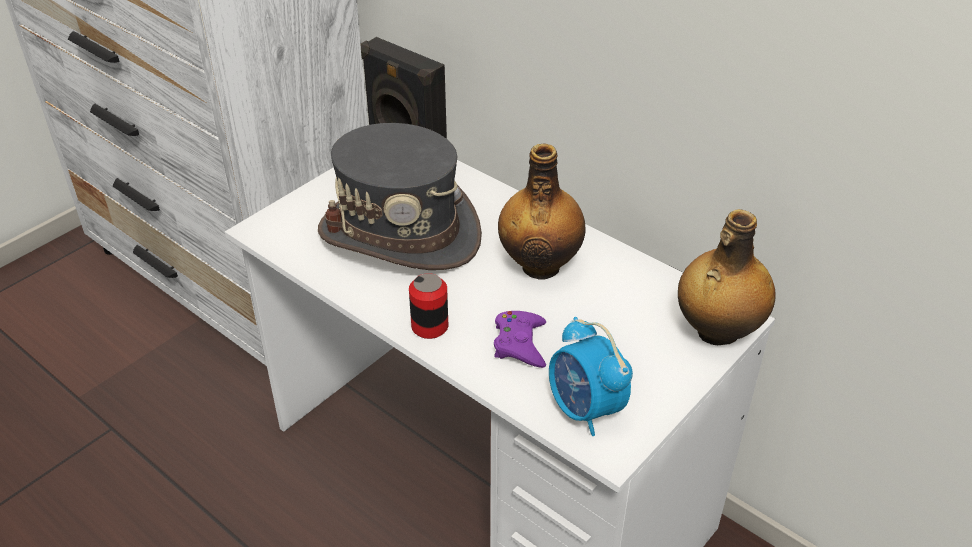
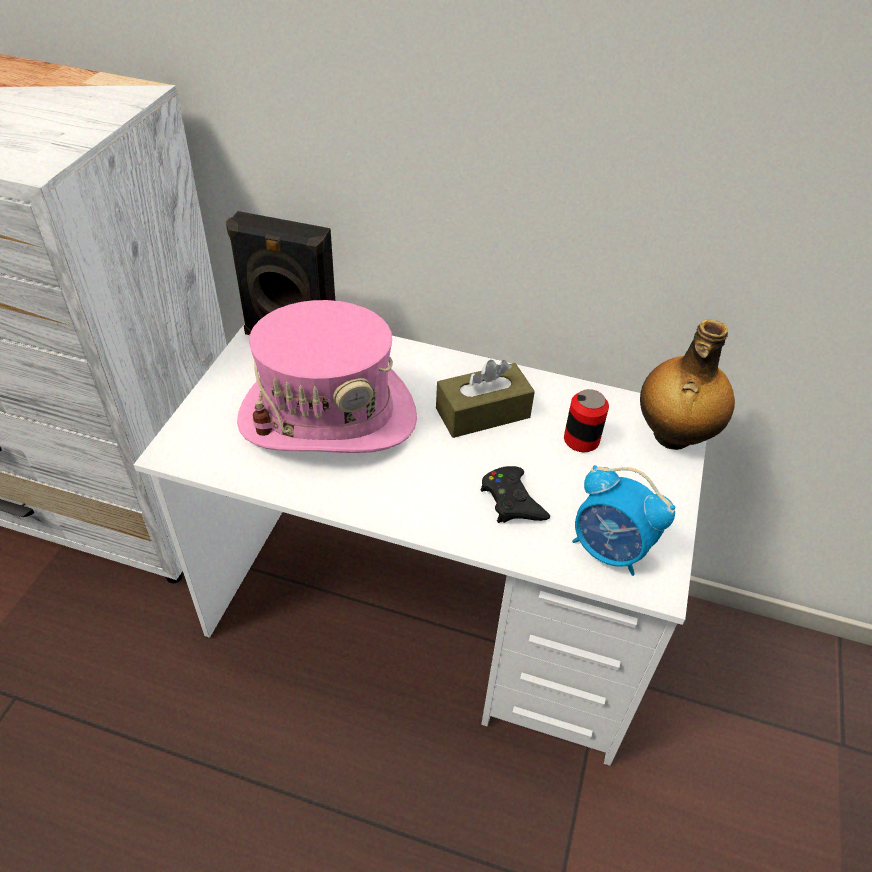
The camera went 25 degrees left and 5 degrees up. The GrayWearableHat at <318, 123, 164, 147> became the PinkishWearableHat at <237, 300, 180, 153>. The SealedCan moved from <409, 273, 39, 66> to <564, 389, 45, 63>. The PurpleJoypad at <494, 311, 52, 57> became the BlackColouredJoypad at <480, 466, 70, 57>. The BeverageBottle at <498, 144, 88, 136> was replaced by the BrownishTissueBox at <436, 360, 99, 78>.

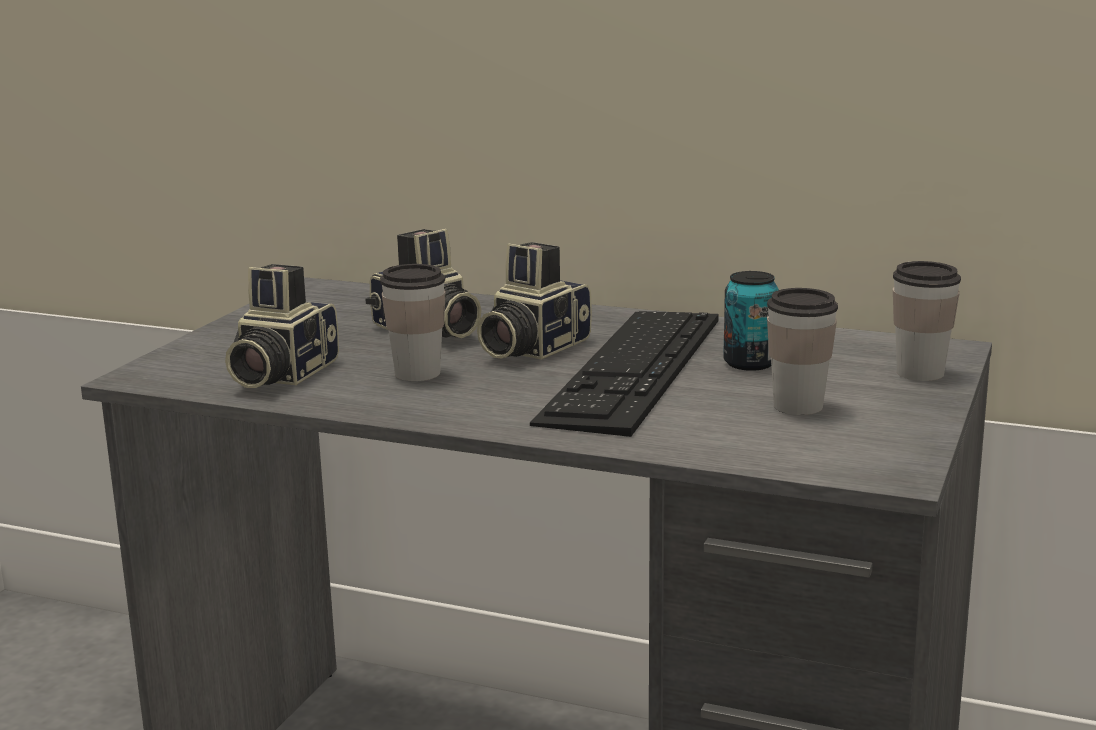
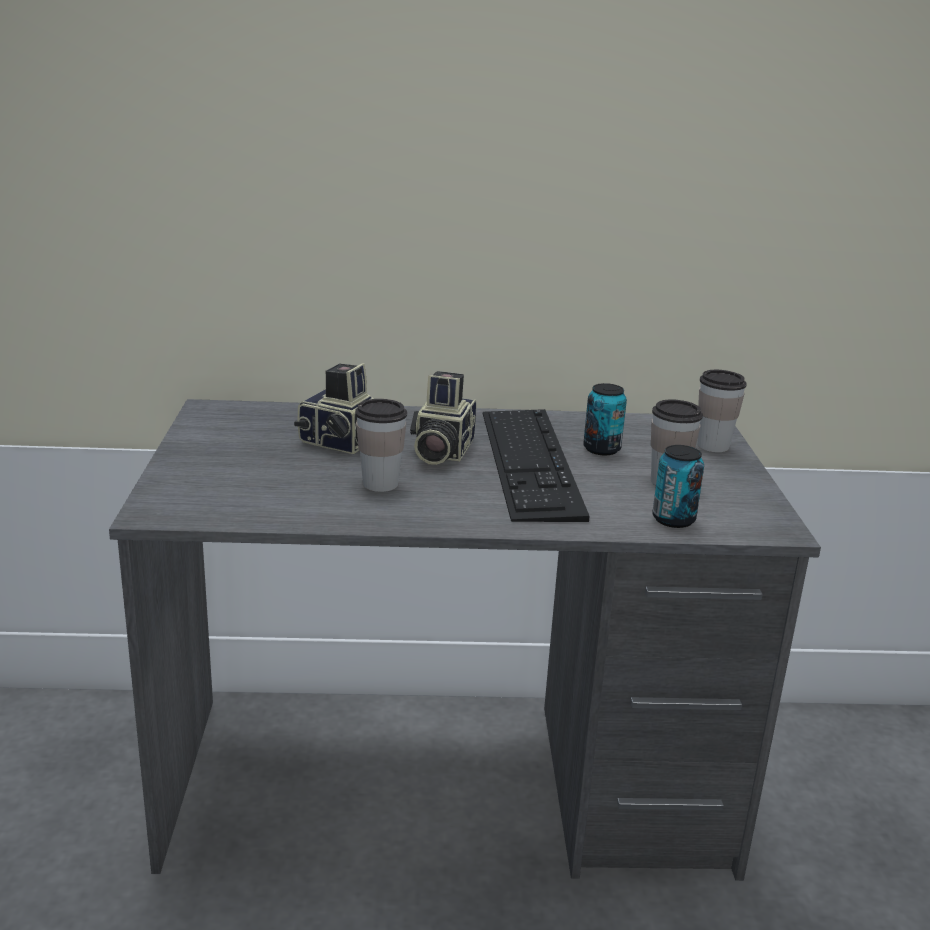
The camera went 25 degrees left and 5 degrees up. The PhotoCamera at <225, 264, 114, 124> disappeared. The SealedCan at <652, 445, 52, 83> appeared.

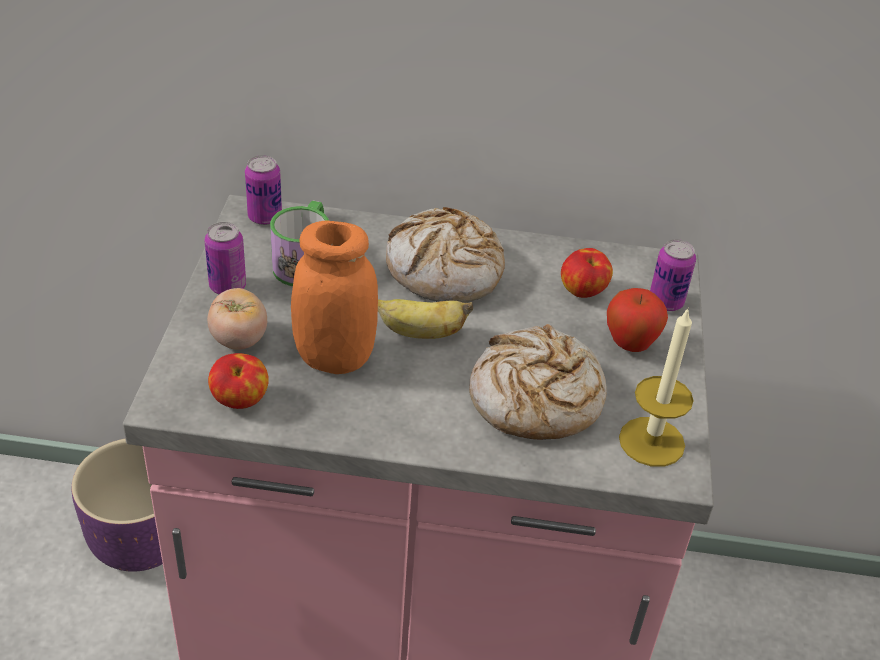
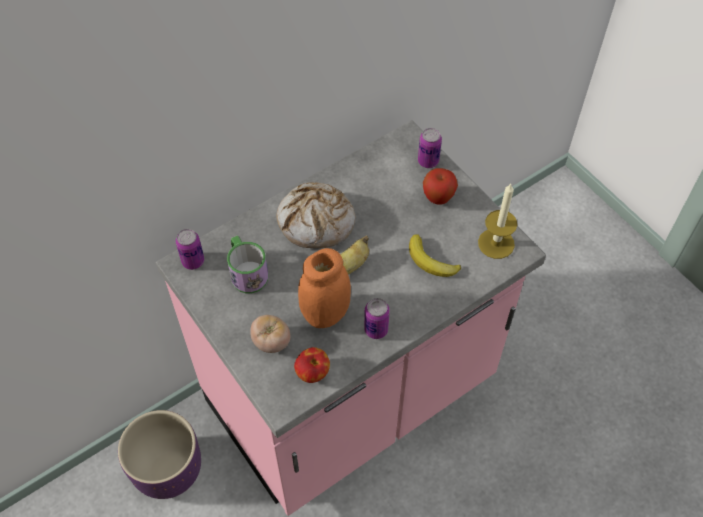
The camera went 40 degrees left and 15 degrees up. The SealedCan moved from <205, 222, 41, 72> to <364, 298, 26, 41>. The Bread at <469, 324, 137, 116> was replaced by the WholeBanana at <409, 235, 52, 42>. The Apple at <561, 248, 52, 50> disappeared.

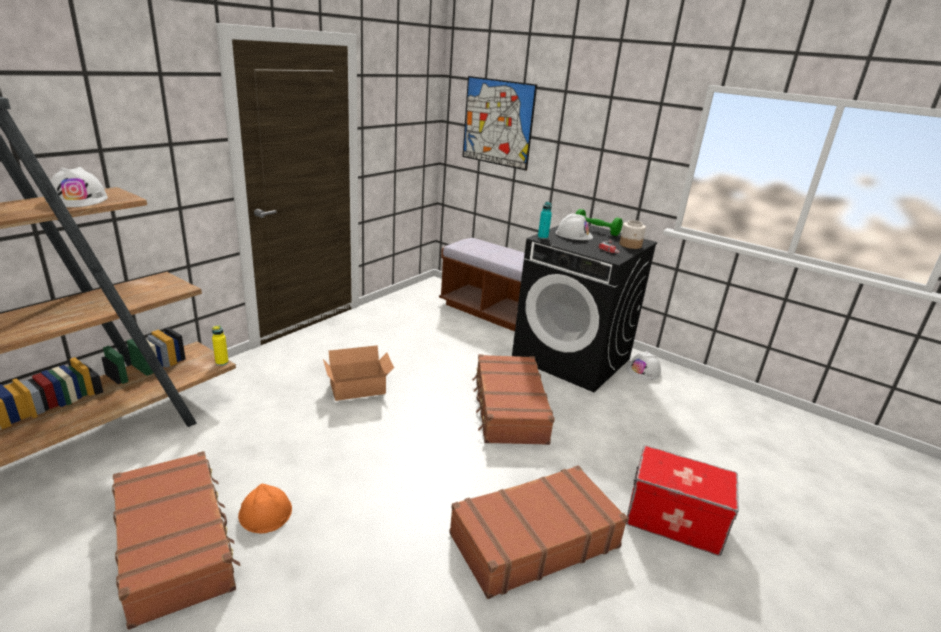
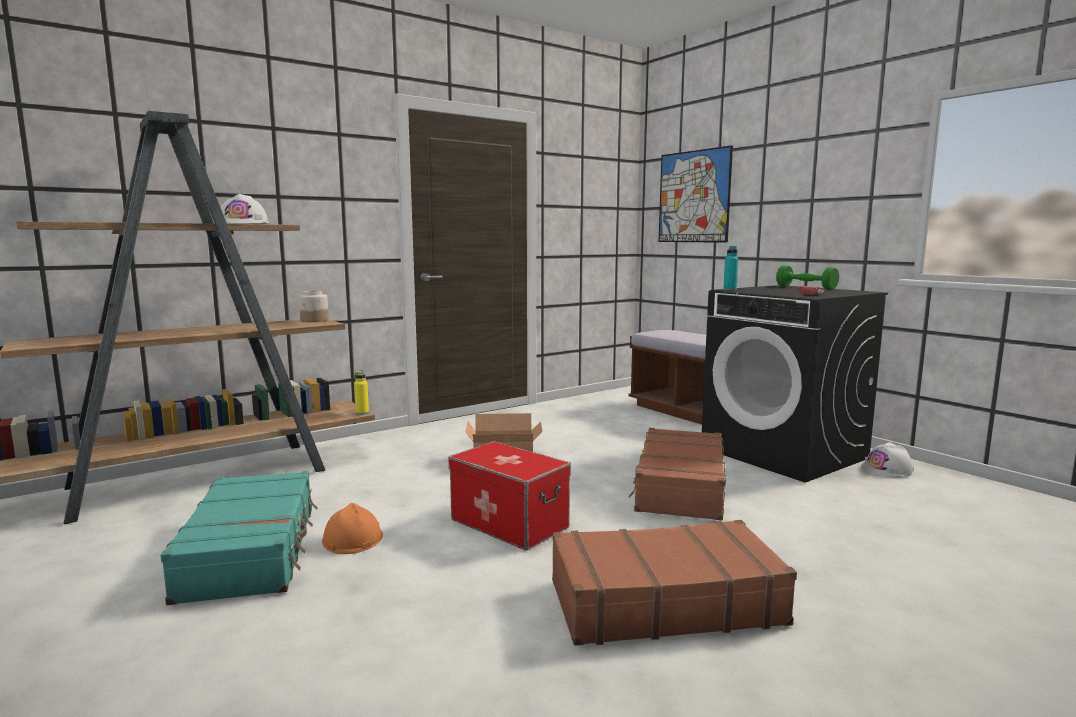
The camera went 20 degrees right and 15 degrees down. The BrownishTravelCase at <112, 451, 129, 179> became the TurquoiseColouredTravelCase at <160, 471, 158, 134>. The WhiteColouredHardHat at <556, 213, 37, 27> disappeared. The Jar moved from <620, 220, 26, 29> to <299, 291, 30, 31>. The StorageBox moved from <626, 445, 113, 111> to <448, 441, 123, 109>.

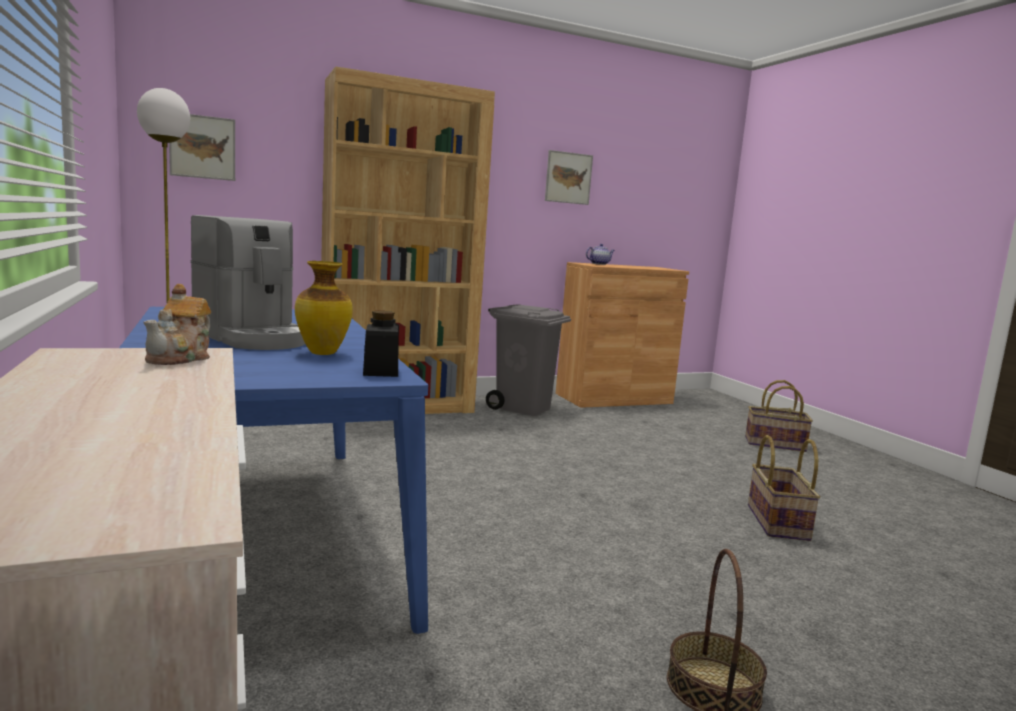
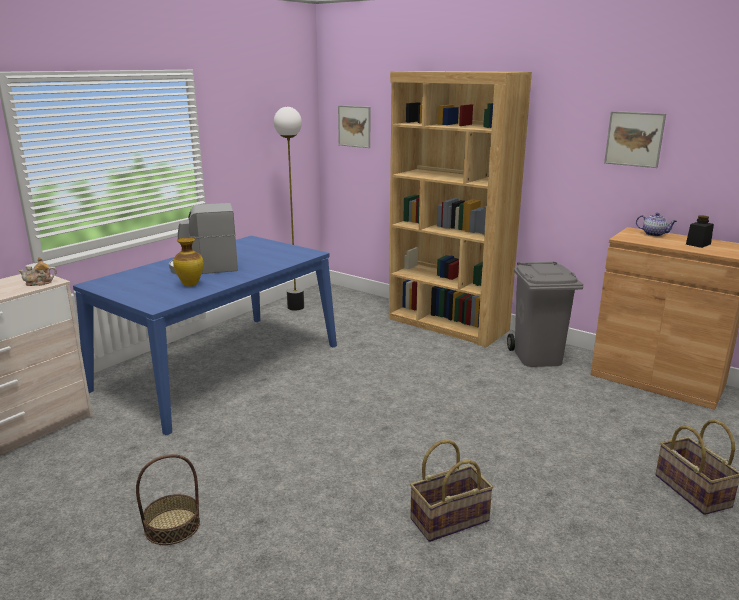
The camera went 60 degrees right and 10 degrees up. The CoffeeMaker at <190, 215, 115, 135> turned 60 degrees clockwise. The BlackColouredJar moved from <363, 311, 36, 66> to <686, 215, 28, 33>.

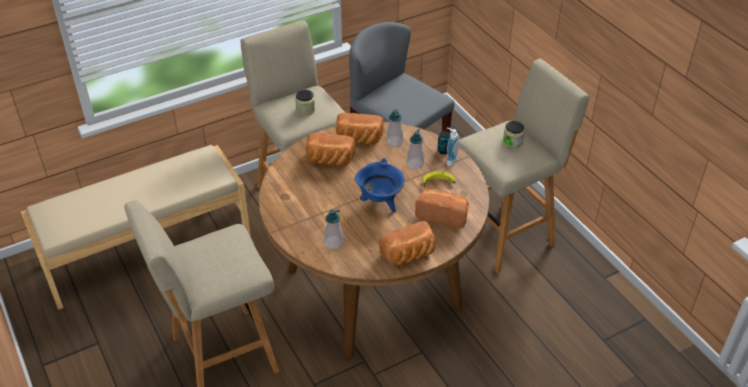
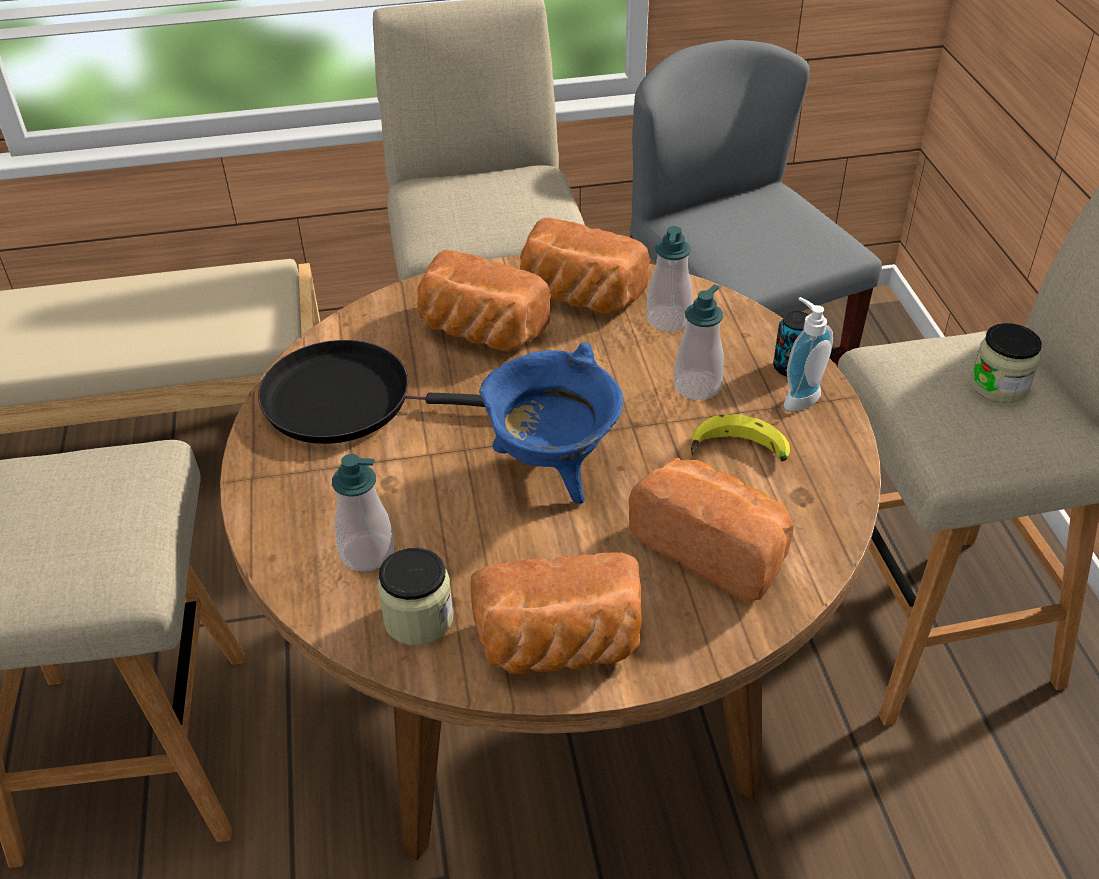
The camera went 20 degrees right and 0 degrees up. The Jar moved from <295, 90, 20, 26> to <378, 548, 75, 97>. The BlackColouredPan at <258, 340, 227, 104> appeared.

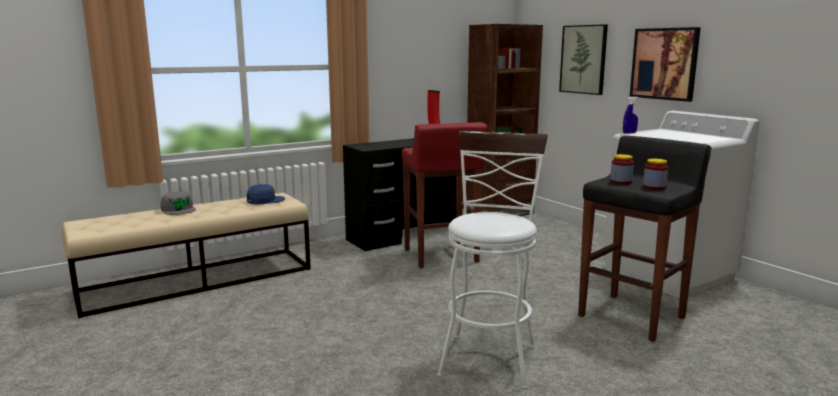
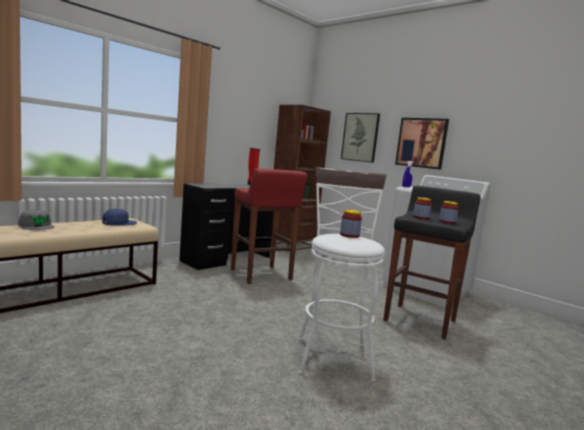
The camera went 15 degrees left and 5 degrees down. The Jar at <340, 210, 22, 28> appeared.

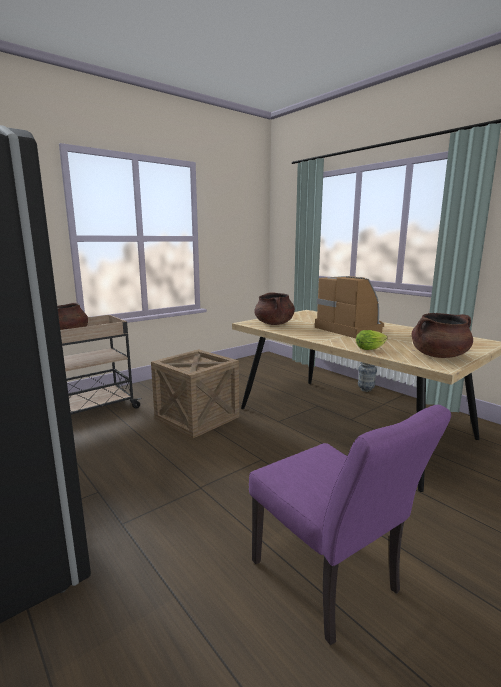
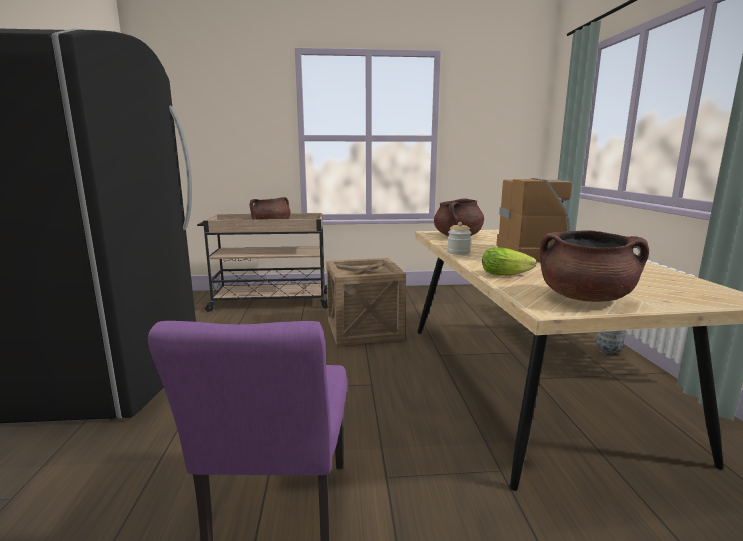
The camera went 35 degrees right and 0 degrees up. The Jar at <447, 222, 24, 33> appeared.

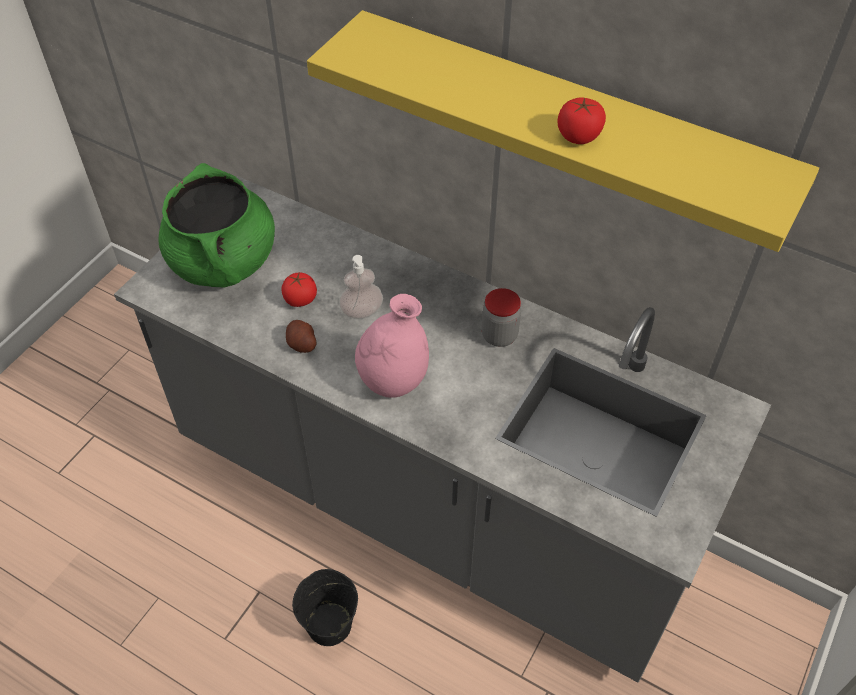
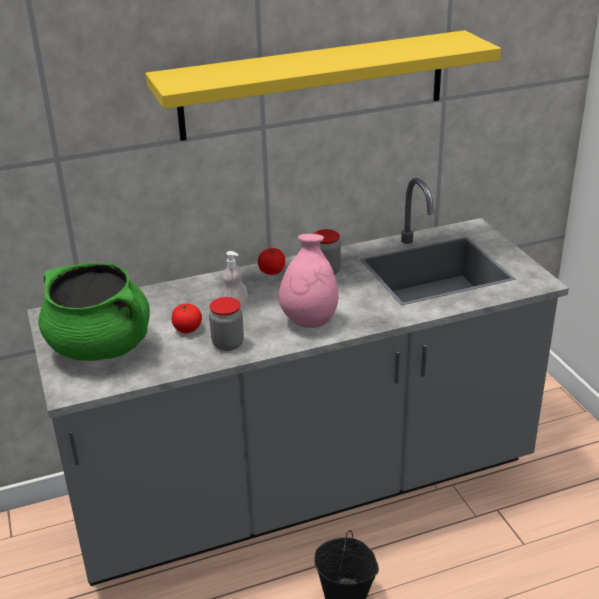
The camera went 50 degrees left and 20 degrees down. The Potato at <286, 320, 31, 33> was replaced by the Jar at <209, 297, 35, 54>. The FreshTomato moved from <558, 97, 48, 47> to <258, 248, 27, 27>.

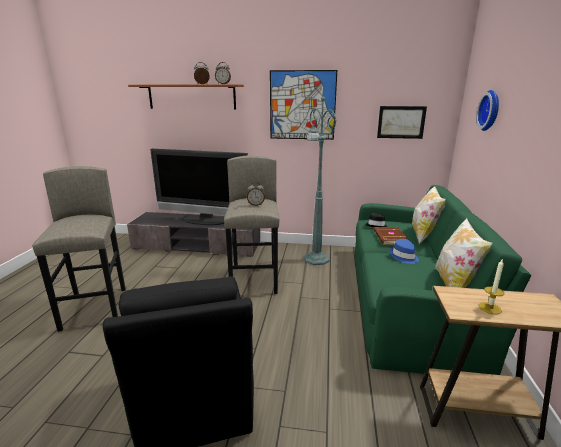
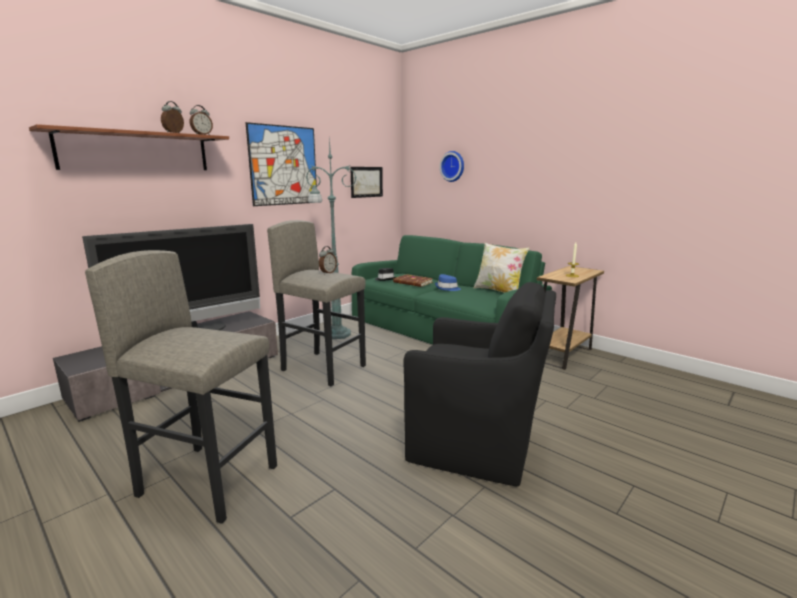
The camera went 55 degrees left and 5 degrees down. The Cushion at <412, 186, 34, 58> disappeared.

